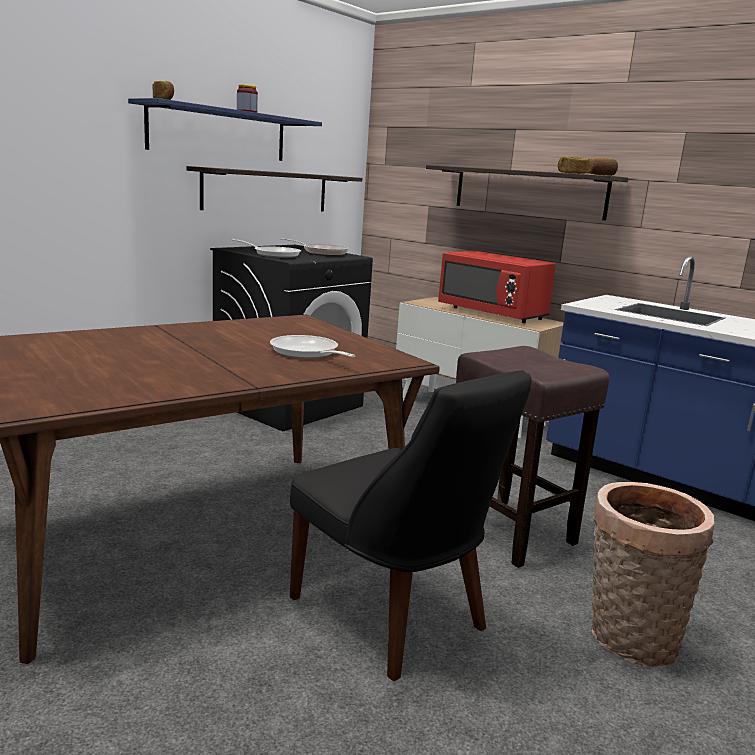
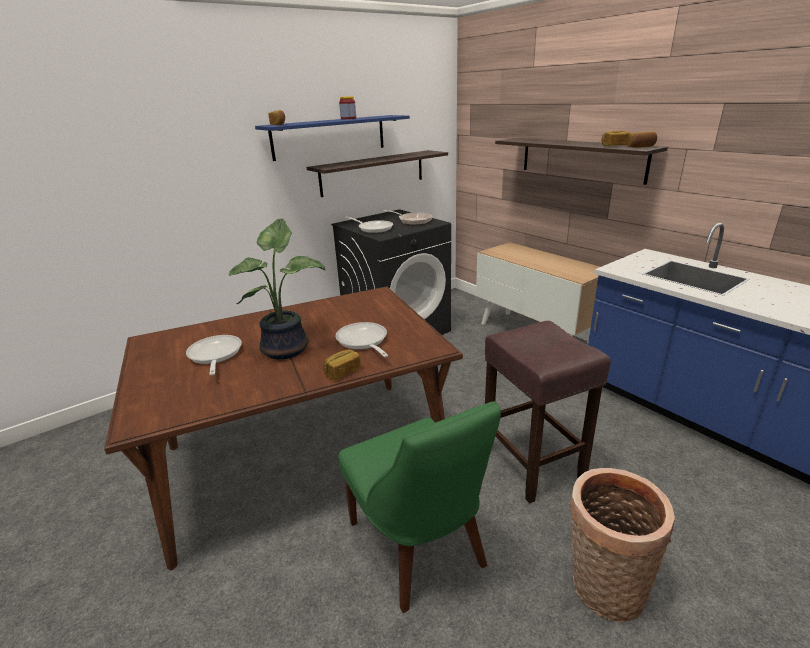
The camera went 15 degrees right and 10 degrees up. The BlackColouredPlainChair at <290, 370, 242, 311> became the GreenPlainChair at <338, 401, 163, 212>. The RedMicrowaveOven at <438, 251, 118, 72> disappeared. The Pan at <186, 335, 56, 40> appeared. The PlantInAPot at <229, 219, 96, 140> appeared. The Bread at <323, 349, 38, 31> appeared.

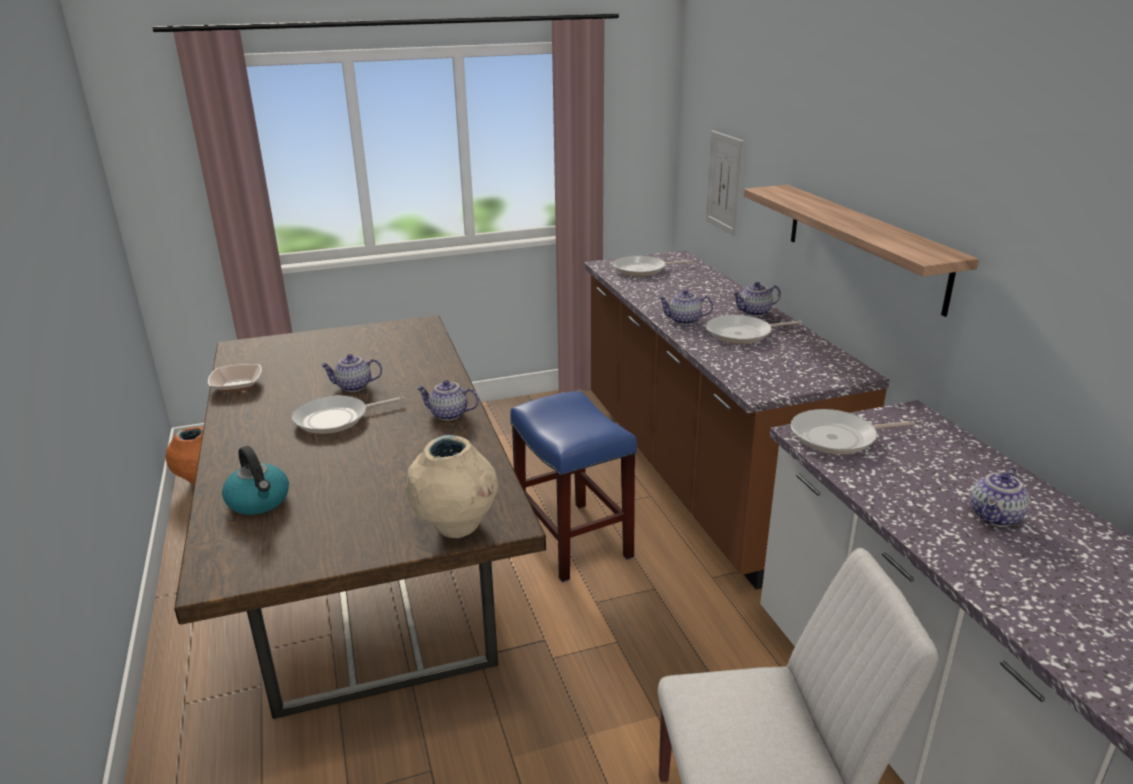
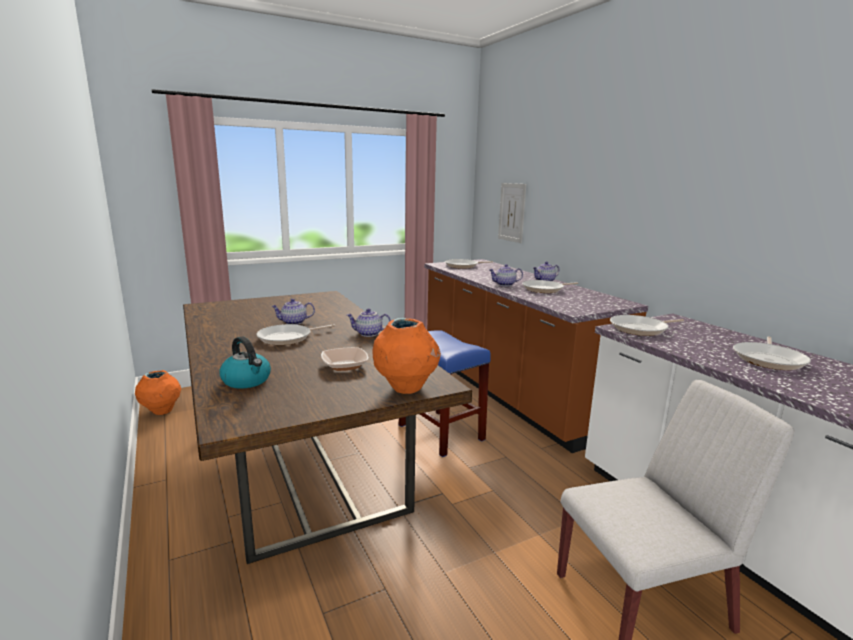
The camera went 10 degrees left and 10 degrees down. The ServingBowl moved from <208, 364, 54, 28> to <321, 347, 48, 24>. The SandColouredFlowerVase at <406, 435, 92, 103> became the OrangeColouredFlowerVase at <372, 318, 69, 76>. The WallShelf at <744, 185, 235, 132> disappeared. The TeaPot at <970, 467, 59, 60> was replaced by the Pan at <733, 337, 78, 33>.

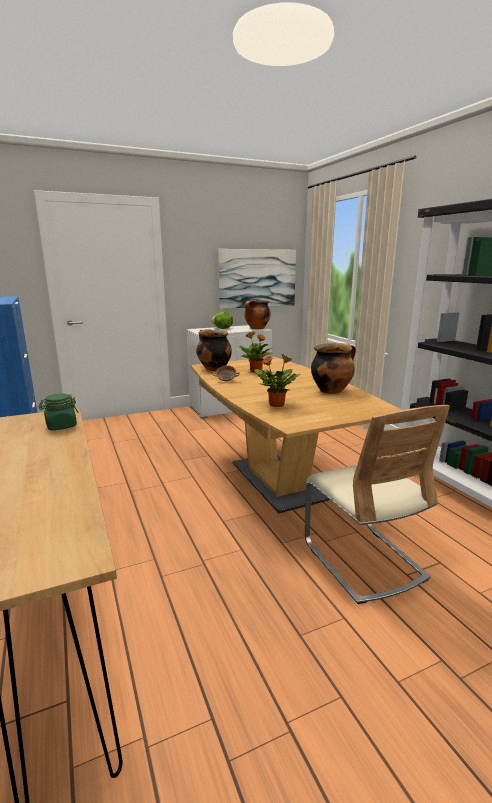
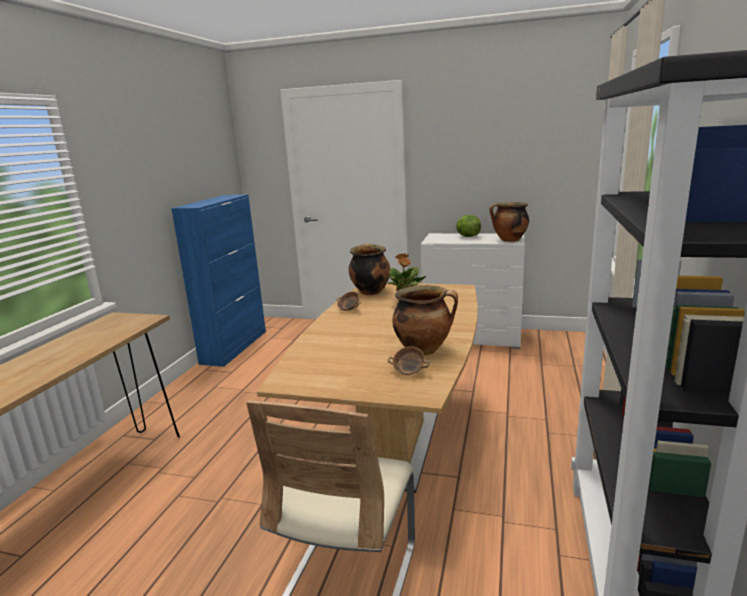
The camera went 40 degrees right and 0 degrees up. The GreenJar at <39, 394, 40, 36> disappeared. The Picture at <218, 249, 78, 60> disappeared. The PlantInAPot at <254, 354, 47, 53> disappeared. The ServingBowl at <388, 346, 42, 29> appeared.

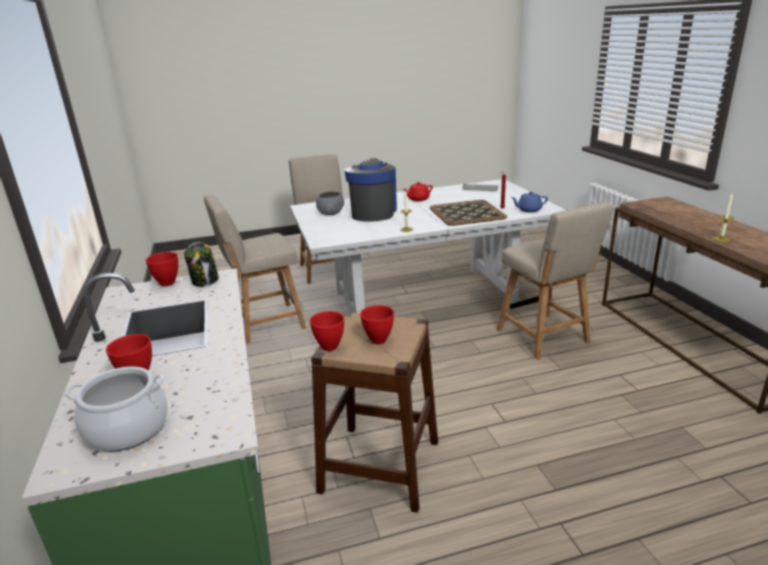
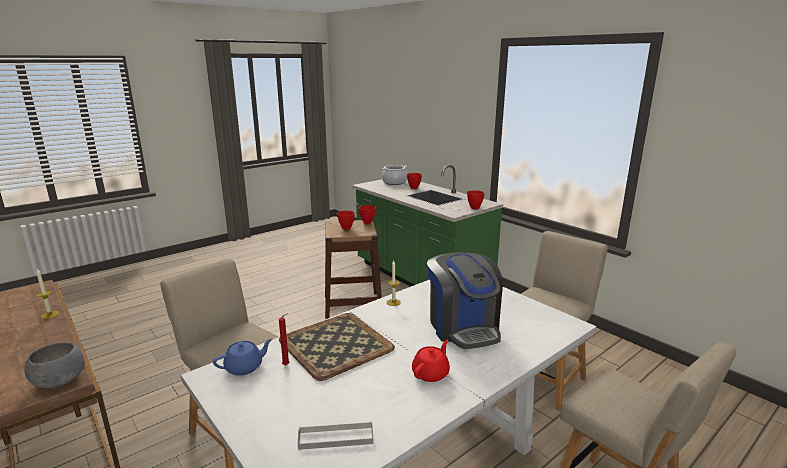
The camera went 155 degrees right and 5 degrees down. The Jar at <184, 242, 35, 45> disappeared. The GrayServingBowl moved from <316, 192, 28, 23> to <24, 342, 60, 46>.

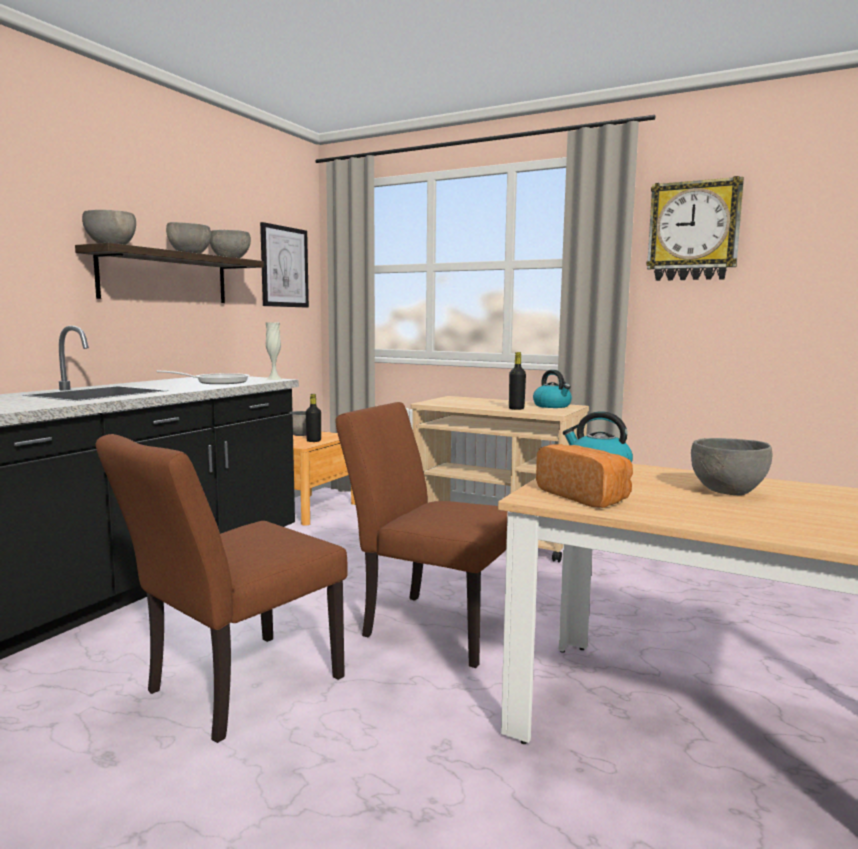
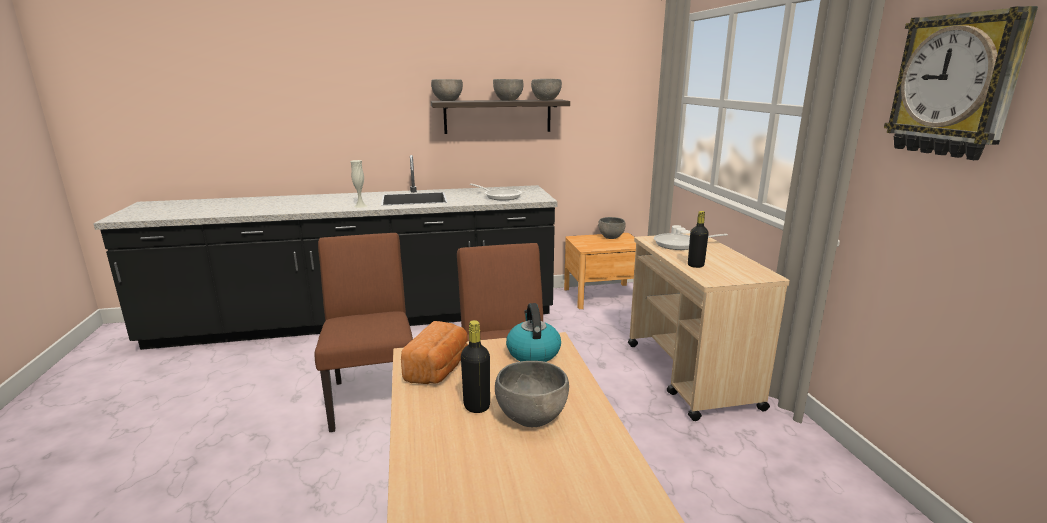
The camera went 50 degrees right and 10 degrees up. The BrownishPlainChair at <96, 434, 252, 309> turned 75 degrees clockwise. The Picture at <260, 222, 49, 85> disappeared. The WhiteColouredFlowerVase moved from <266, 322, 16, 58> to <350, 160, 17, 48>. The BlackColouredBeverageBottle moved from <306, 394, 15, 48> to <461, 320, 29, 93>. The Kettle at <533, 370, 39, 38> disappeared. The Pan at <654, 233, 74, 17> appeared.

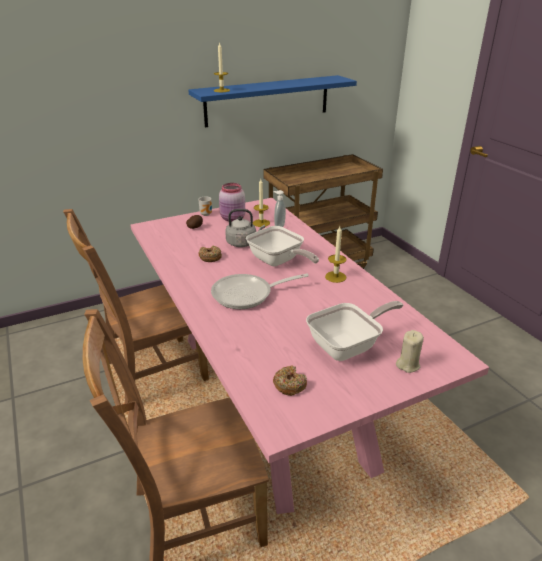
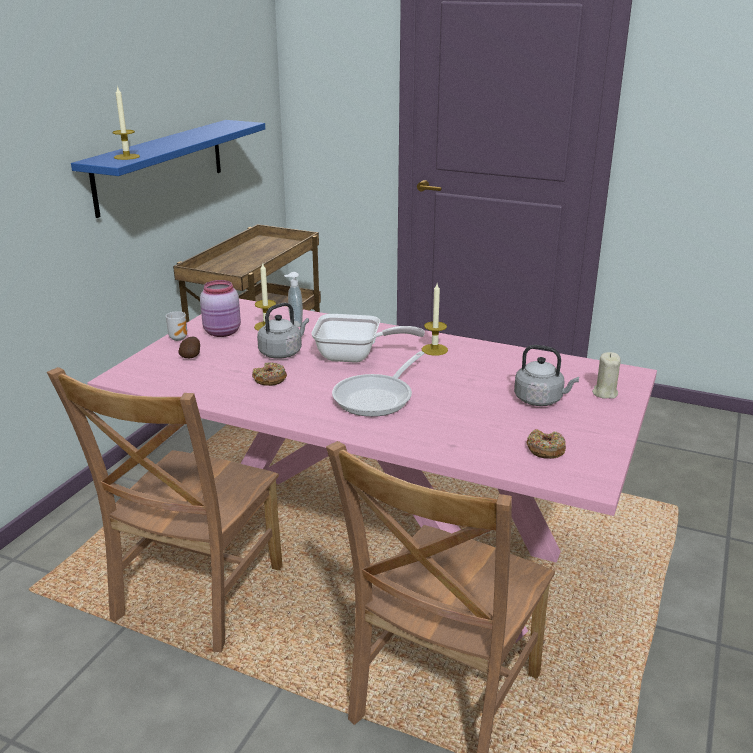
The camera went 40 degrees left and 5 degrees down. The Pan at <306, 301, 97, 60> was replaced by the GrayKettle at <514, 345, 65, 61>.

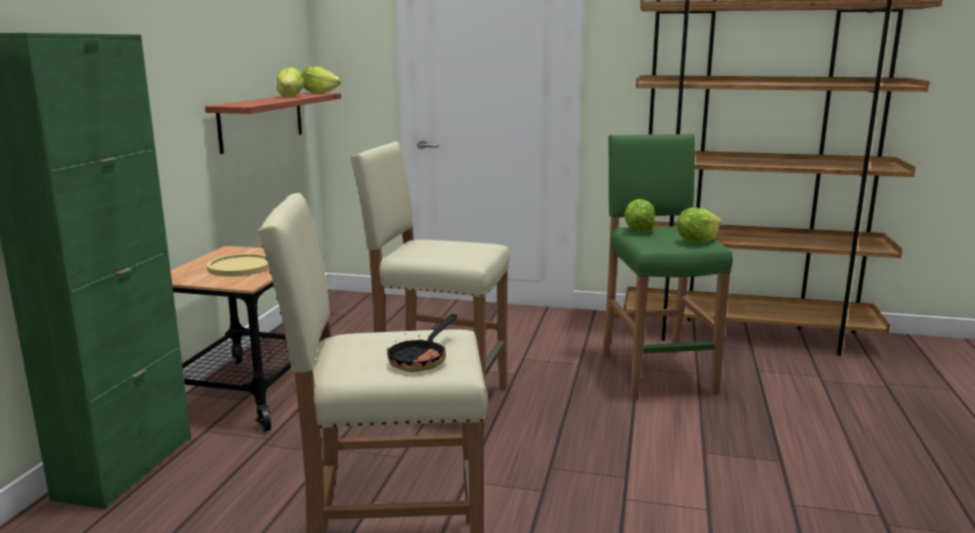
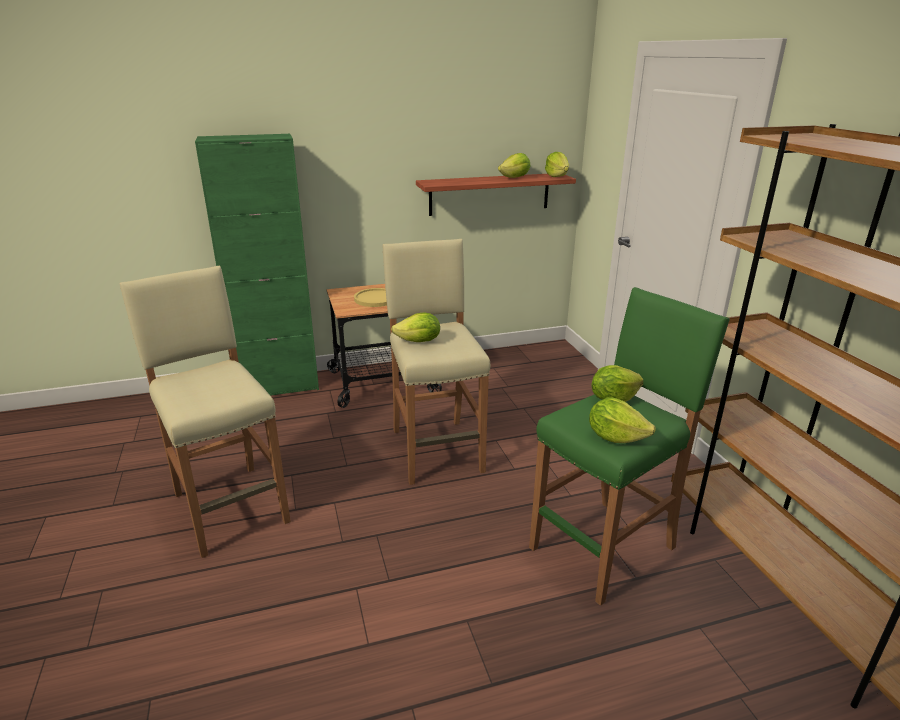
The camera went 60 degrees right and 10 degrees up. The Pan at <387, 314, 70, 58> disappeared. The LettuceHead at <391, 312, 49, 30> appeared.

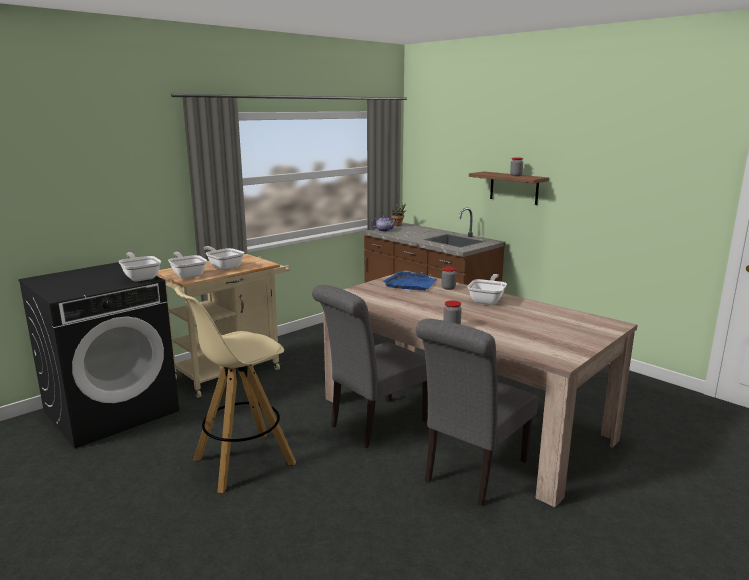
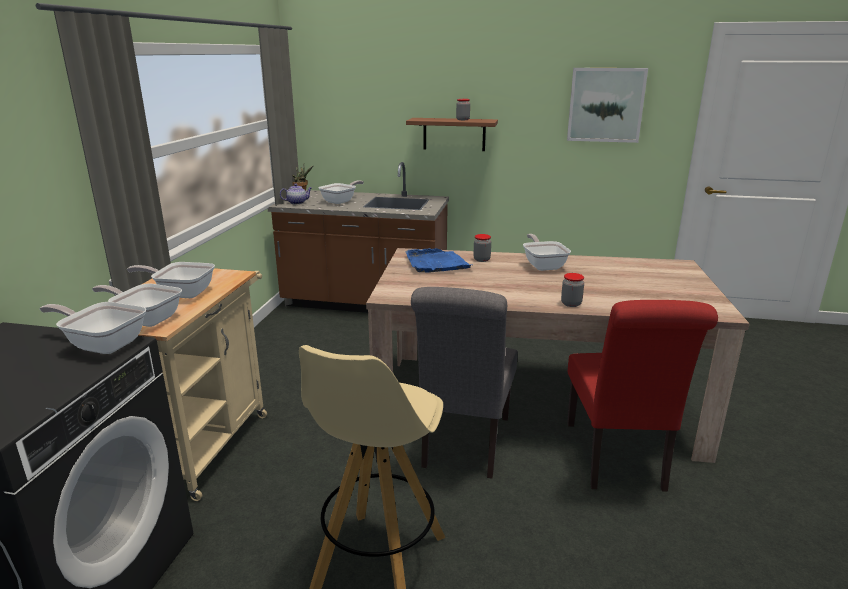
The camera went 35 degrees left and 5 degrees up. The GrayPlainChair at <416, 319, 122, 187> became the RedPlainChair at <567, 300, 151, 192>. The Pan at <318, 180, 46, 24> appeared. The Picture at <567, 68, 81, 75> appeared.

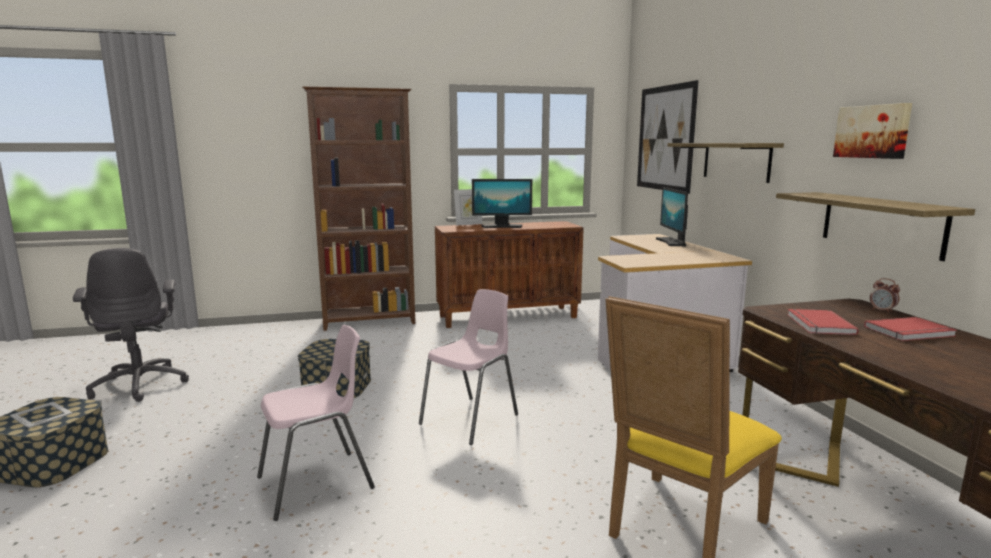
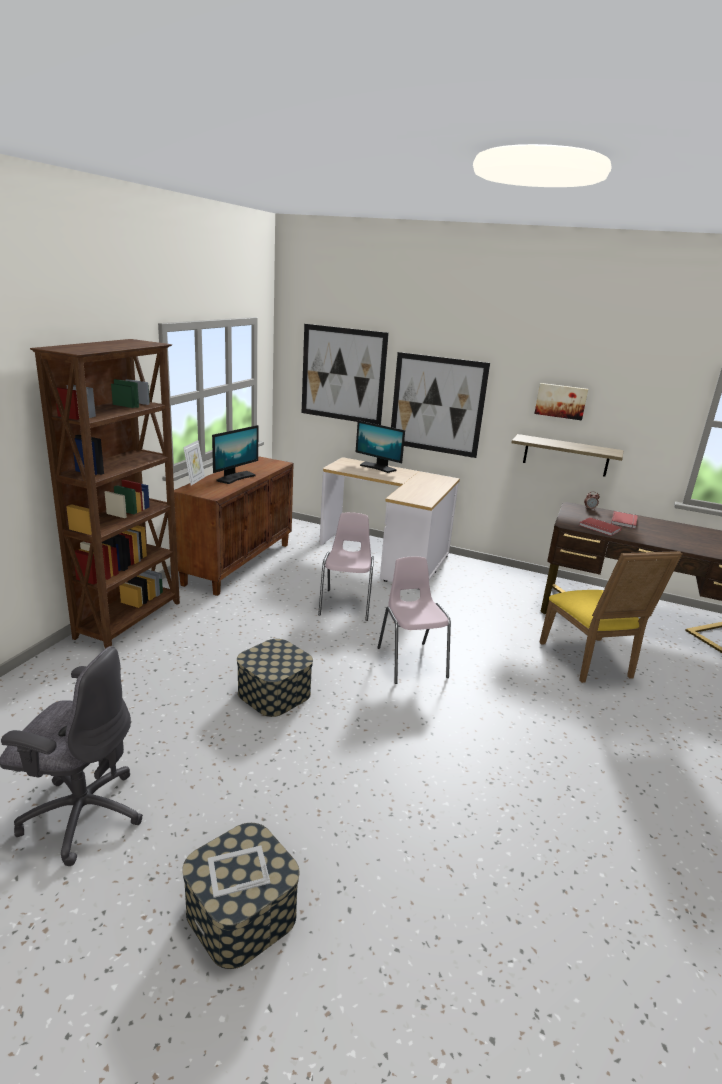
The camera went 55 degrees left and 10 degrees up. The PinkishPlainChair moved from <257, 325, 118, 196> to <318, 512, 56, 109>. The WallShelf at <668, 143, 116, 40> was replaced by the Picture at <391, 352, 99, 106>.

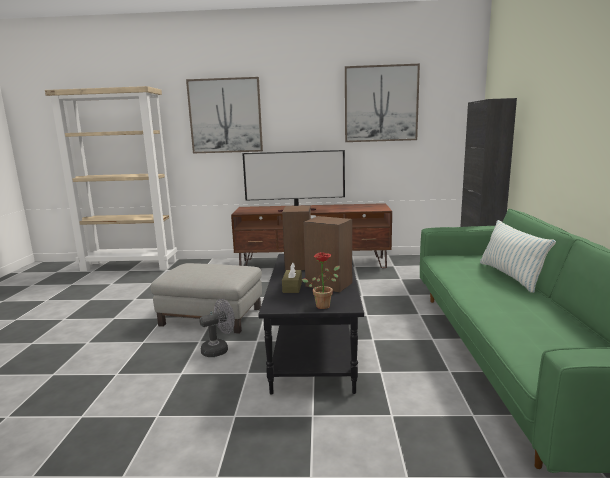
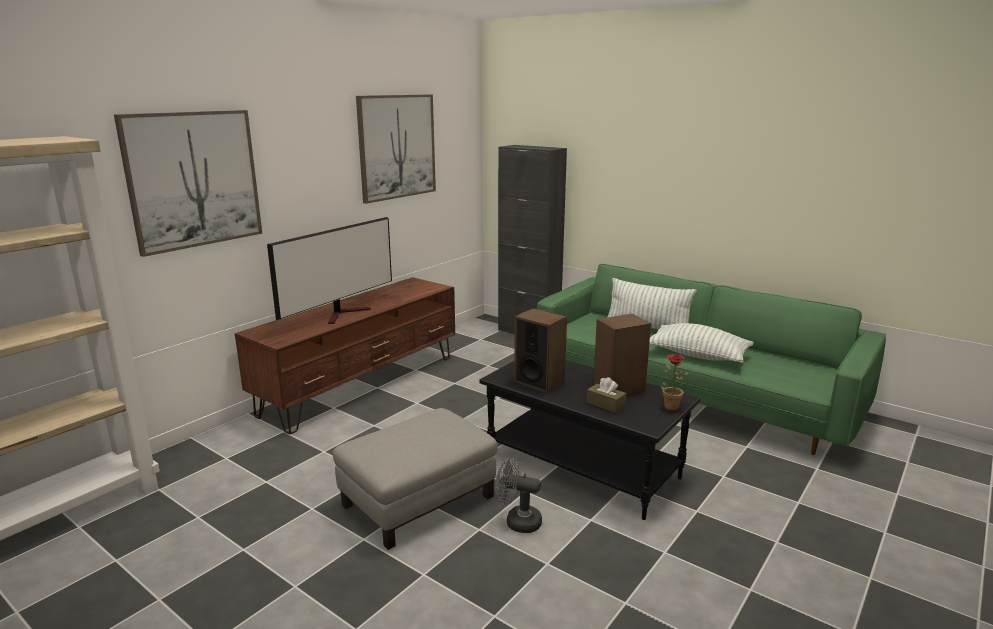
The camera went 55 degrees left and 5 degrees up. The GrayFan at <199, 299, 36, 58> turned 75 degrees counterclockwise. The Cushion at <649, 323, 105, 40> appeared.

